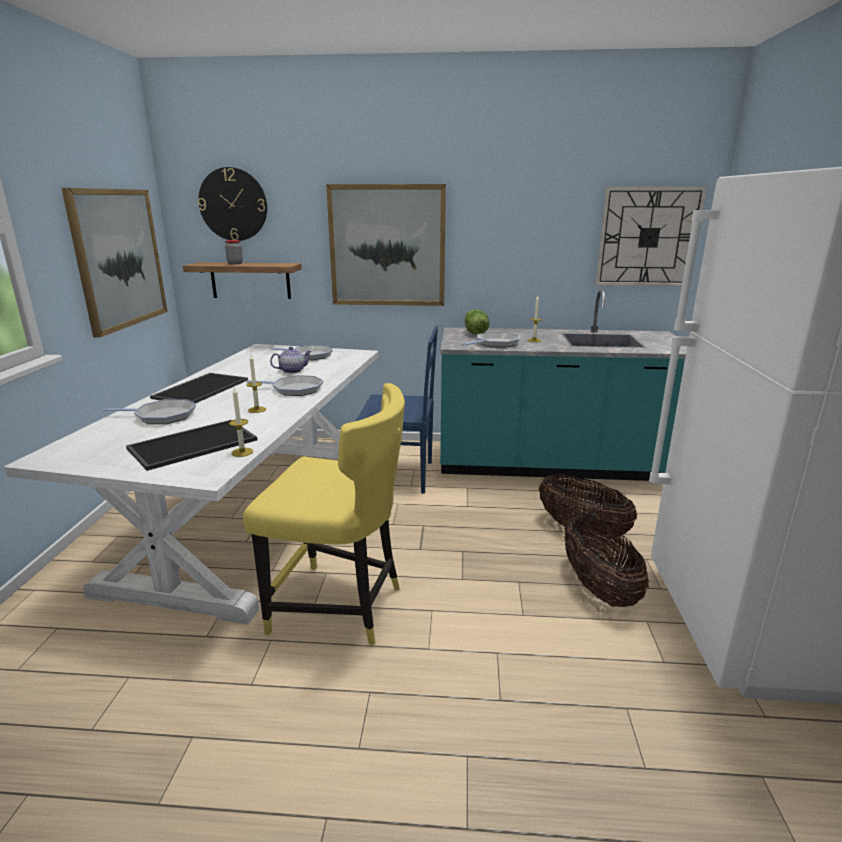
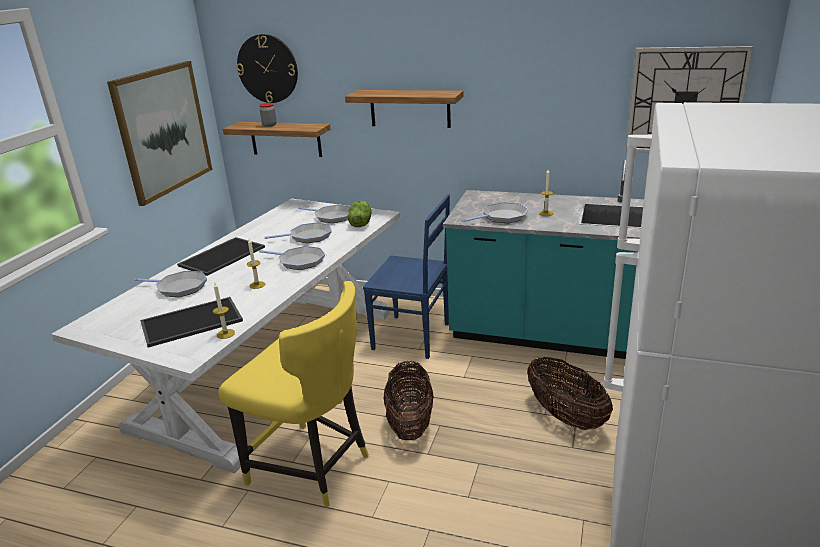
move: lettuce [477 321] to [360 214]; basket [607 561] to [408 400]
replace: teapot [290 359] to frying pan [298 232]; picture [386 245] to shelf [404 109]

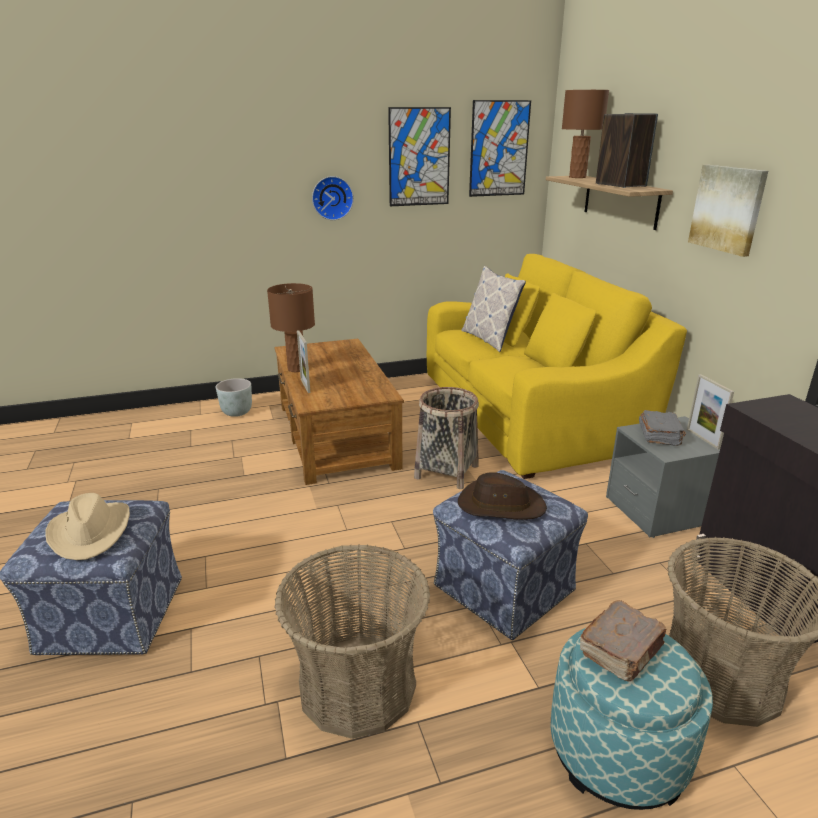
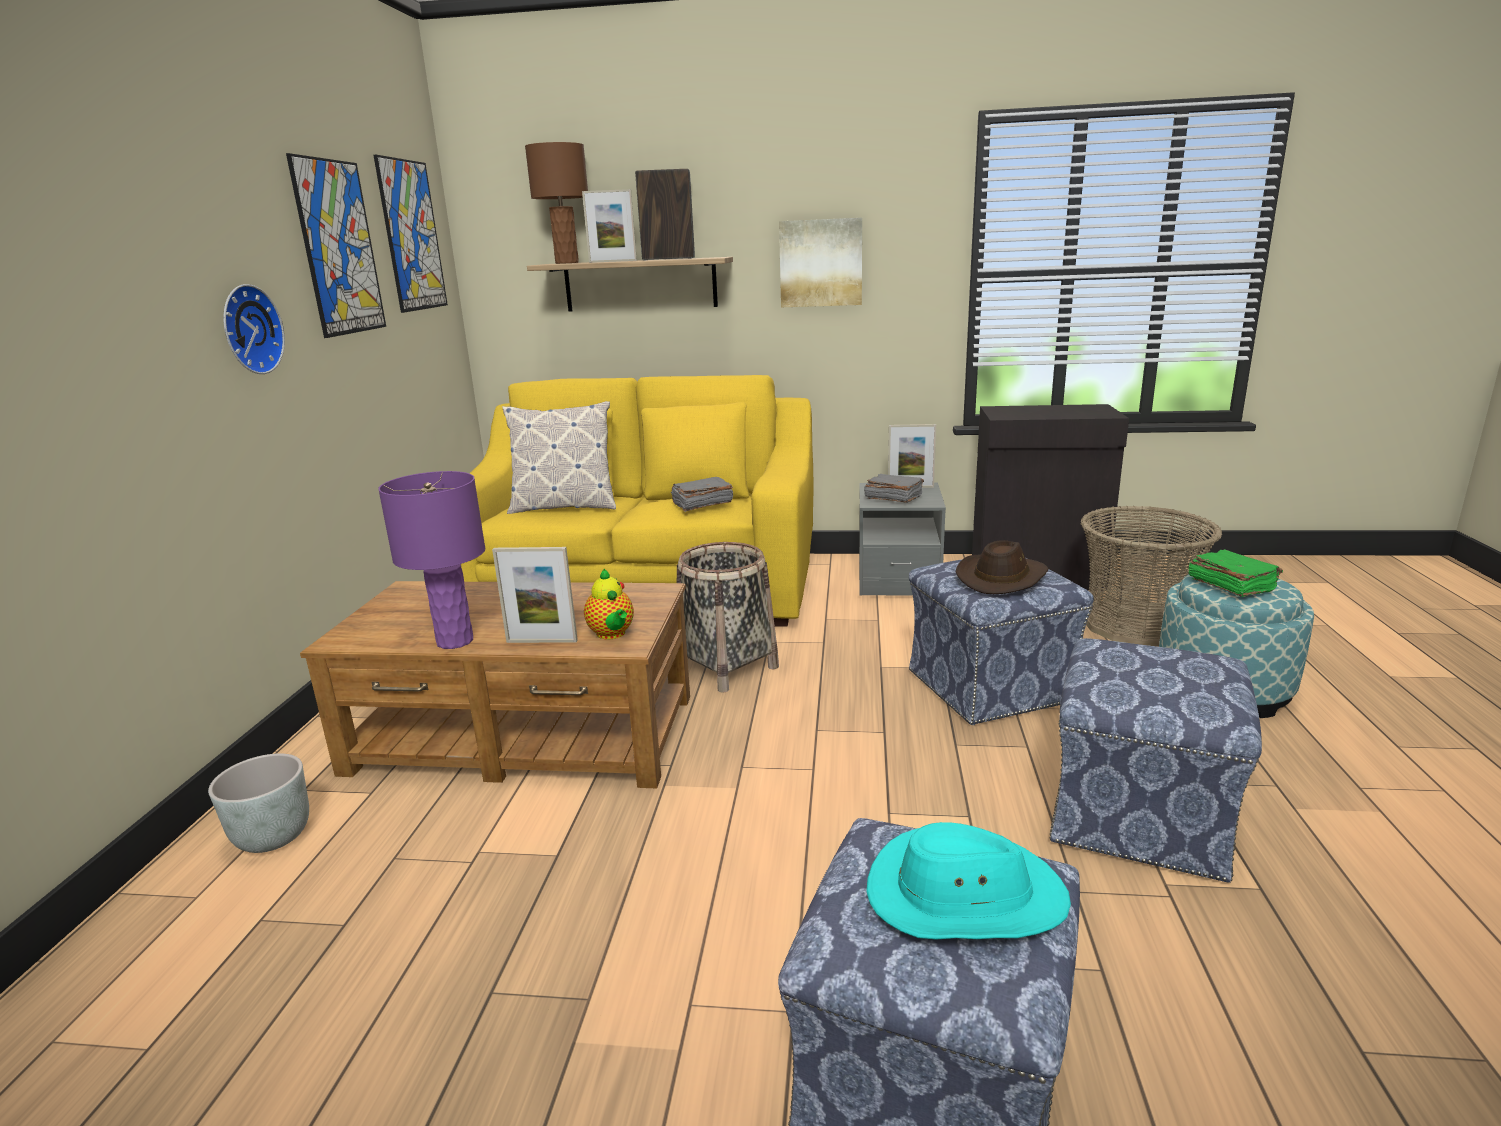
insert: picture frame [609 226]; teapot [609 603]; grey book [702 494]
replace: basket [352 641] to ottoman [1155 760]
recolor: brown table lamp [291 328] to purple table lamp [431 560]; beige hat [87 526] to turquoise hat [968 880]; brown book [623 641] to green book [1235 573]

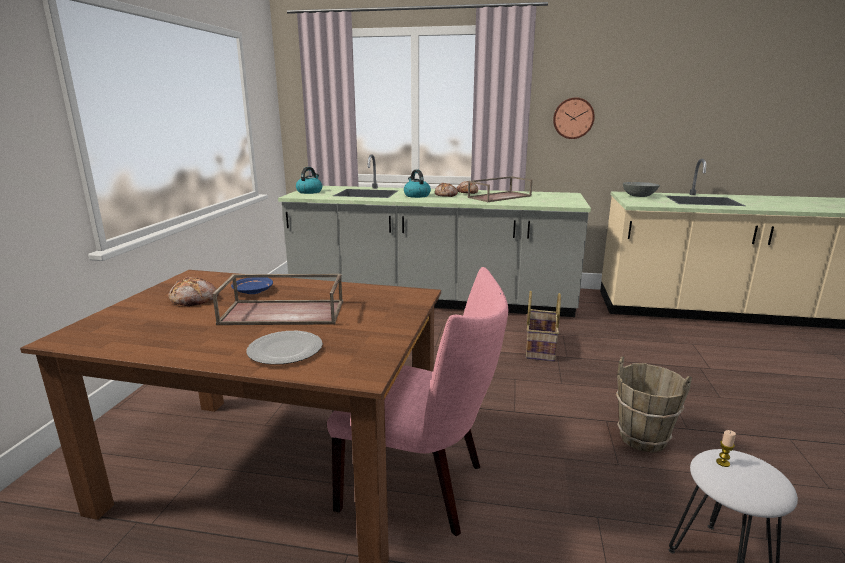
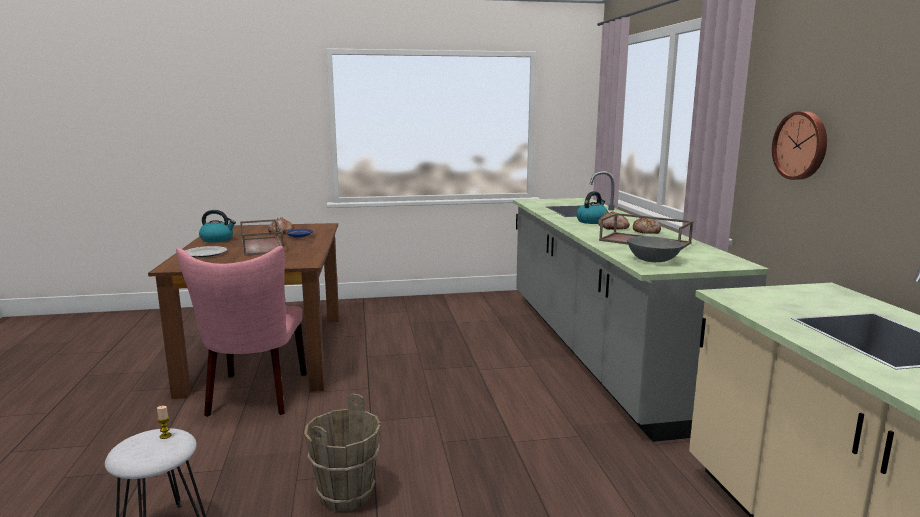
delete: basket [543 326]
move: kettle [309 180] to [217 226]; grey bowl [641 189] to [655 249]

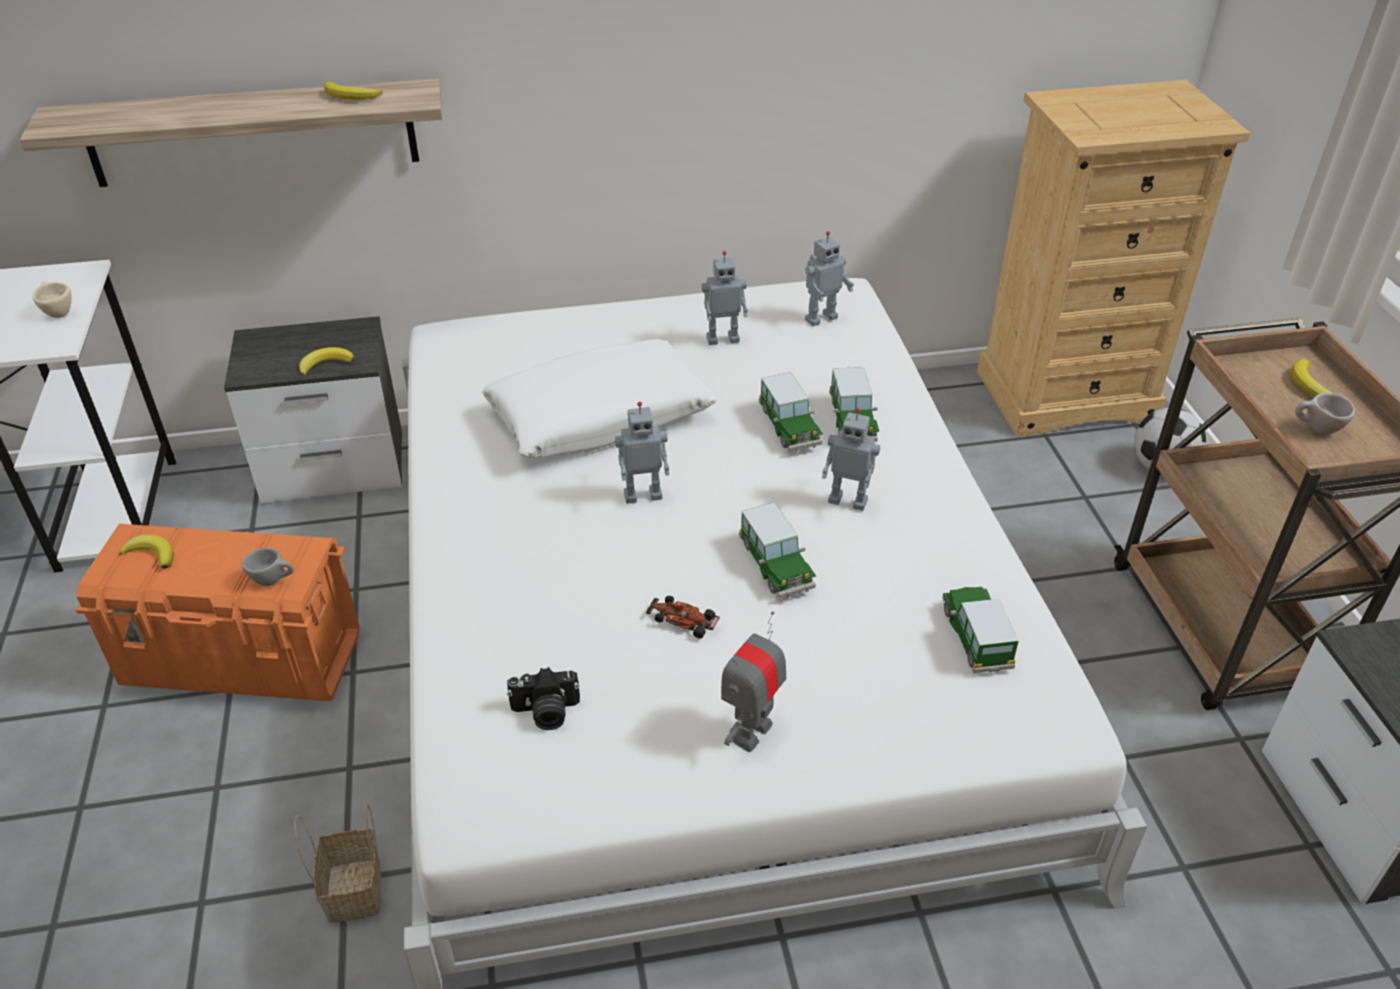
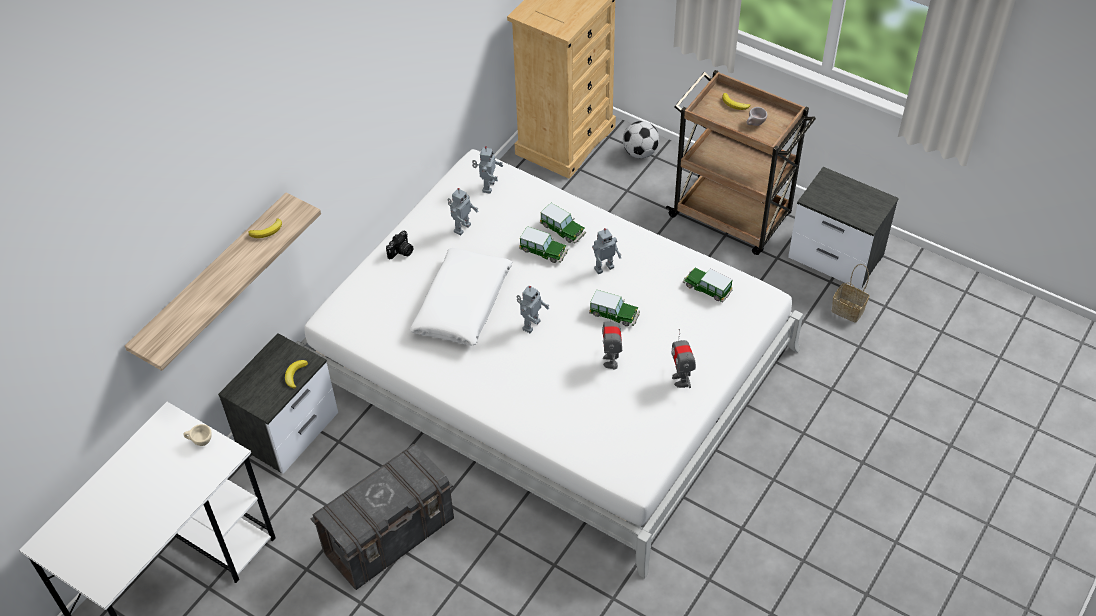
delete: banana [147 551]; grey cup [268 567]
move: photo camera [543 698] to [399 245]; basket [337 863] to [851 293]
replace: toy car [683 617] to toy robot [612 340]
recolor: orange storage box [217 612] to grey storage box [382 517]

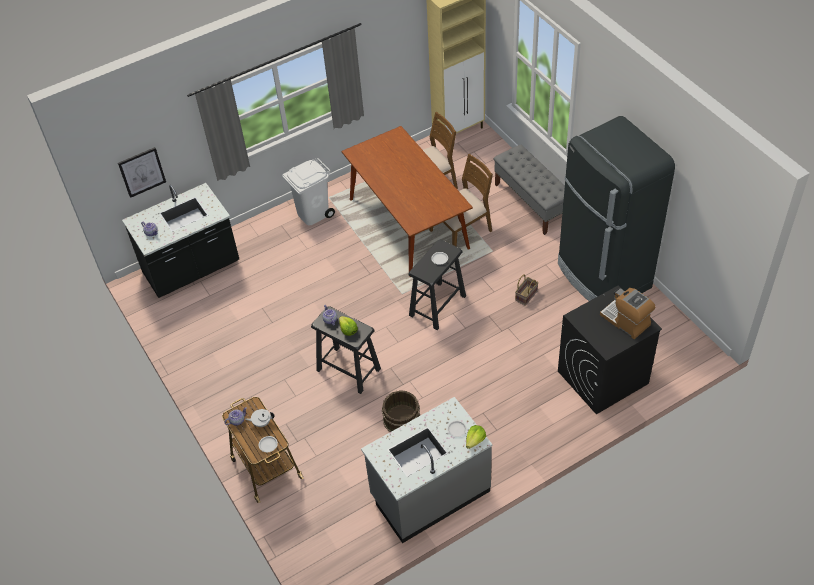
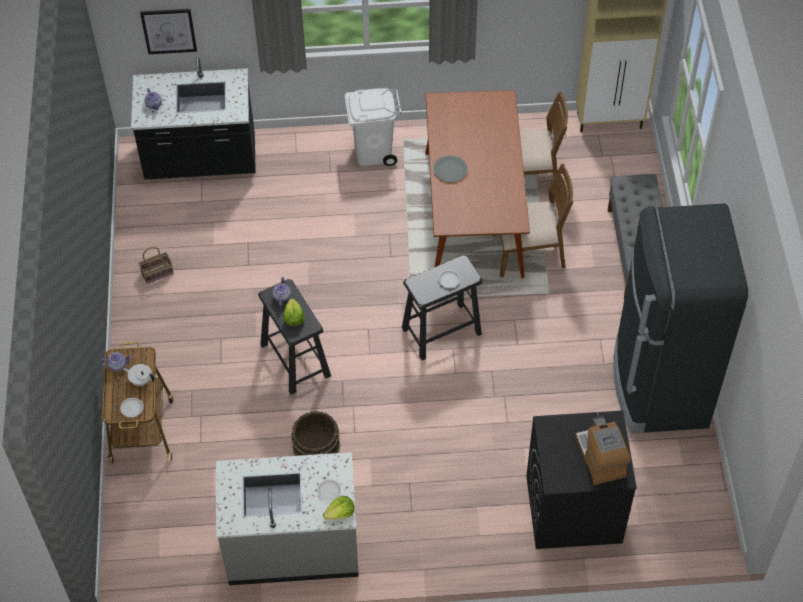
insert: grey plate [450 168]
move: basket [526 290] to [156 265]

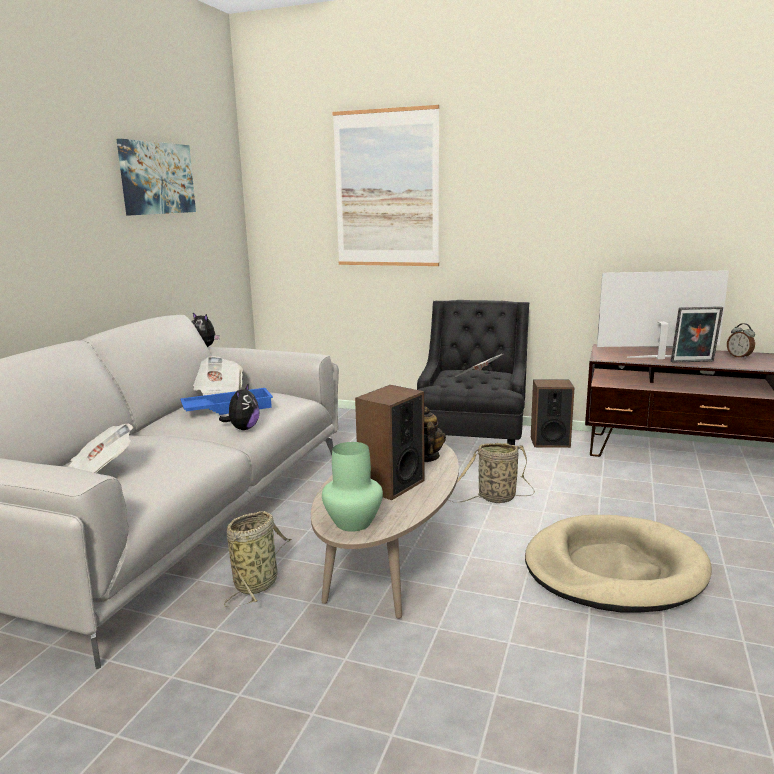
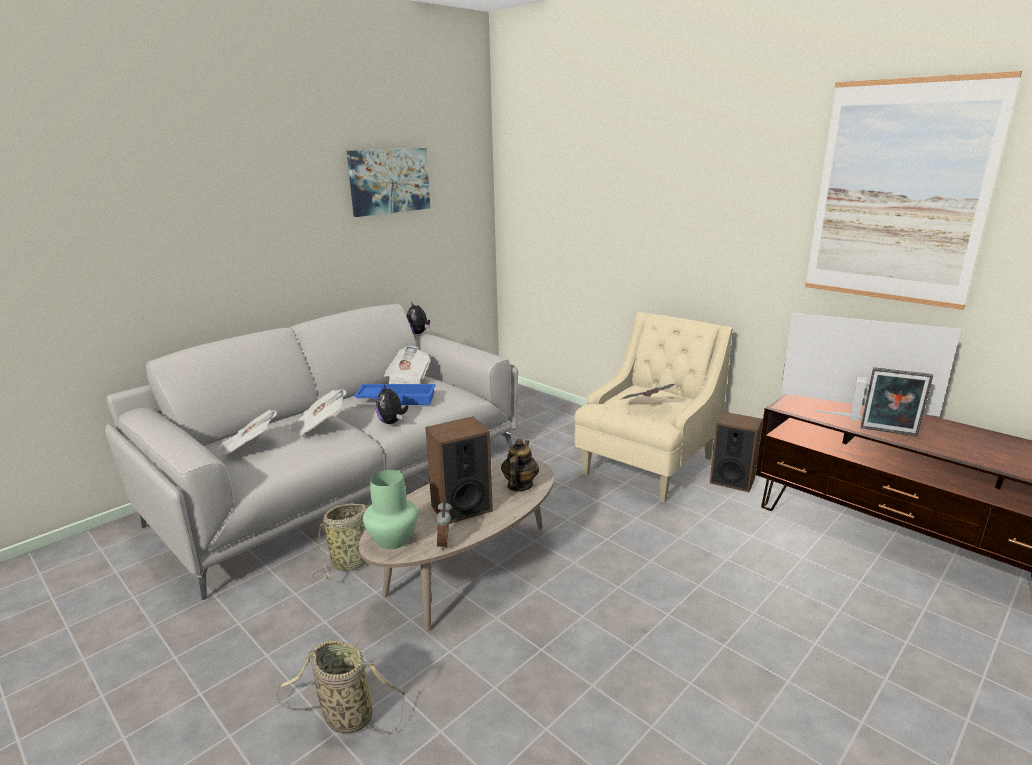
delete: beige dog bed [618 563]
insert: newspaper [317 412]
move: basket [492 473] to [340 688]; alarm clock [741 341] to [444 525]; picture [385 185] to [913 190]
recolor: black armchair [473 374] to beige armchair [653 407]
rotate: plush toy [239 406] = [392 404] 120 degrees clockwise

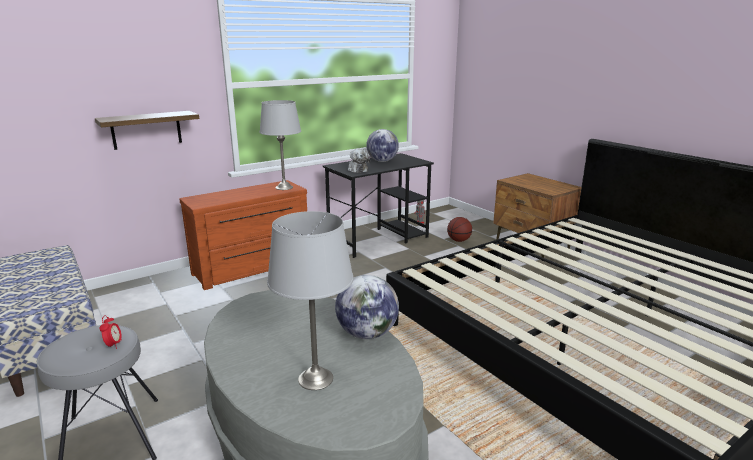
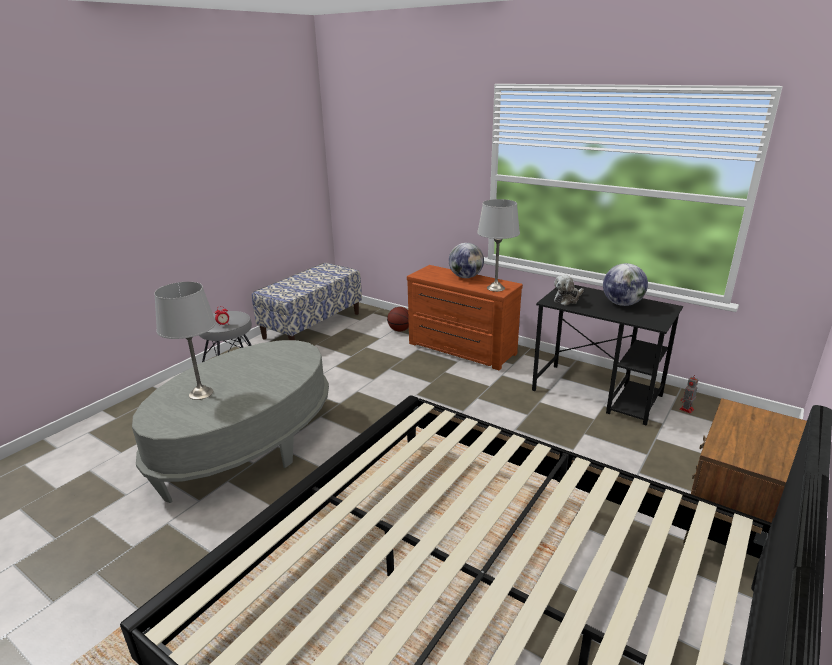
delete: shelf [147 130]
move: basketball [459 229] to [398 319]; globe [367 307] to [466 260]

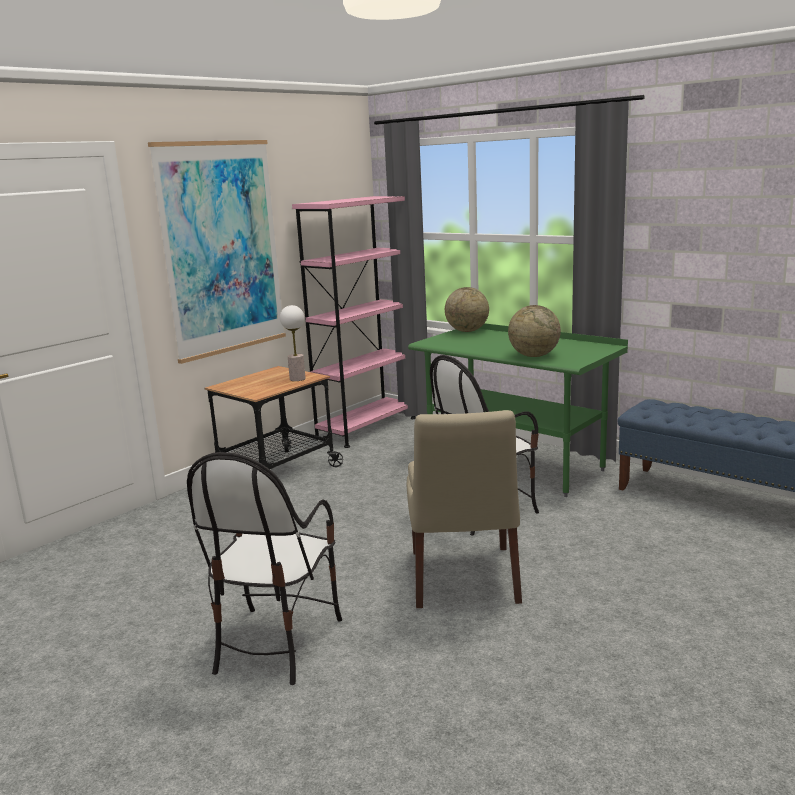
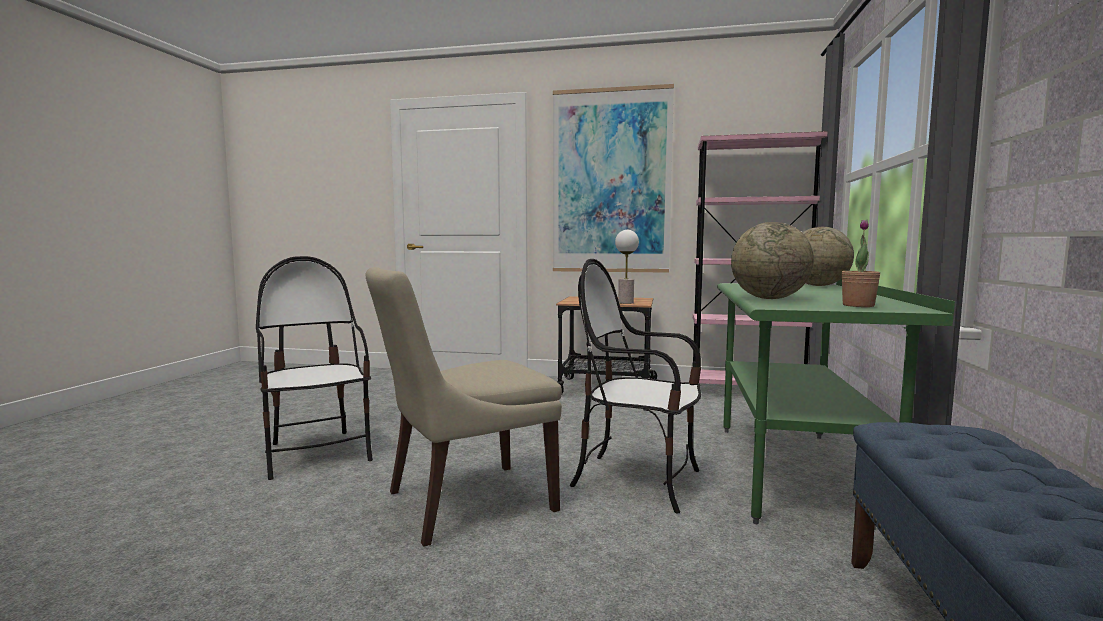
insert: potted plant [861 263]
rotate: chair [264 568] = [314 368] 75 degrees clockwise

